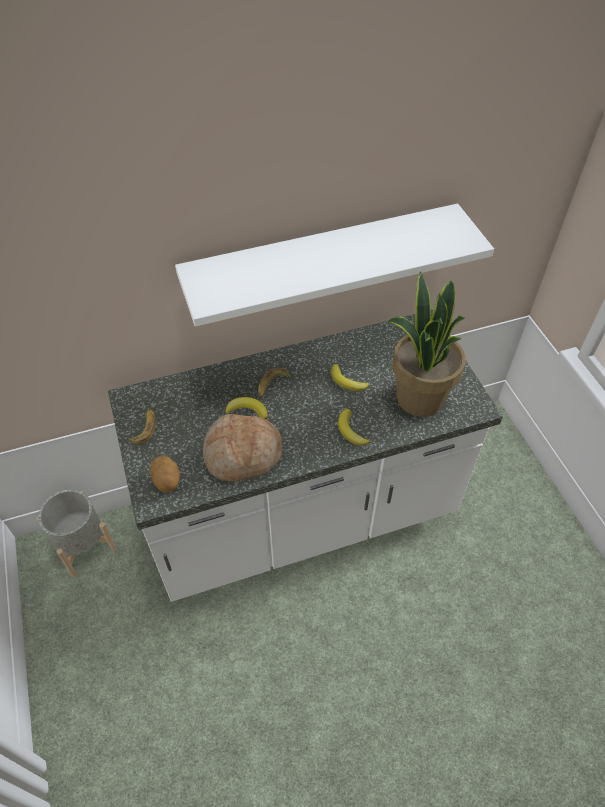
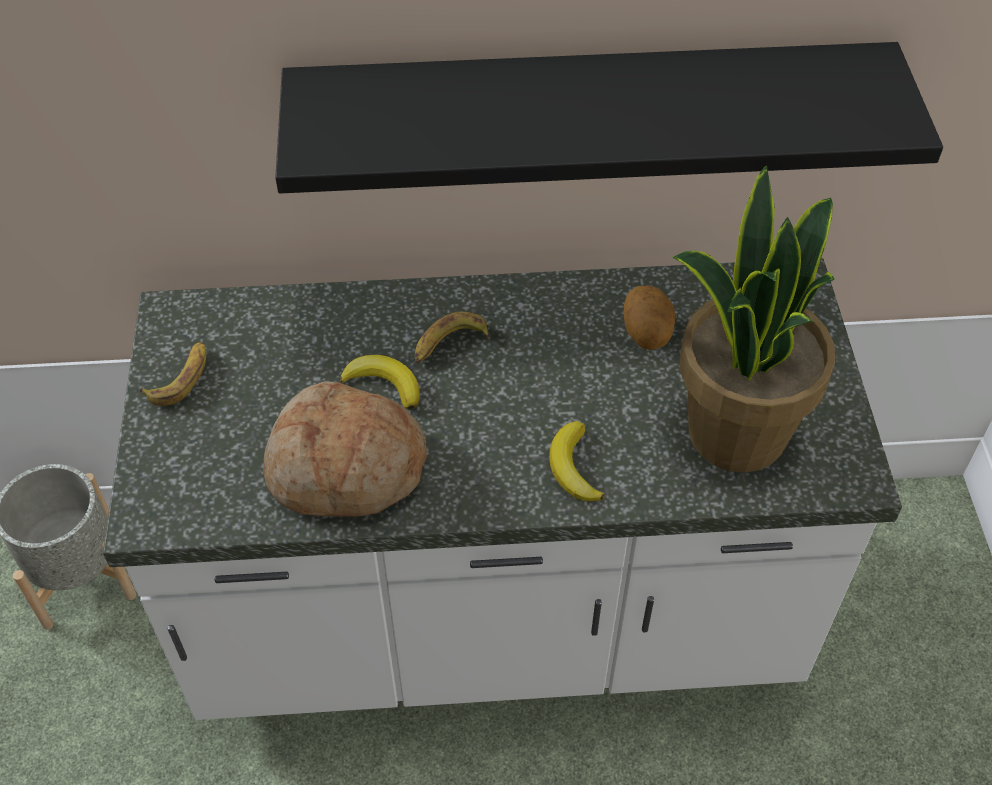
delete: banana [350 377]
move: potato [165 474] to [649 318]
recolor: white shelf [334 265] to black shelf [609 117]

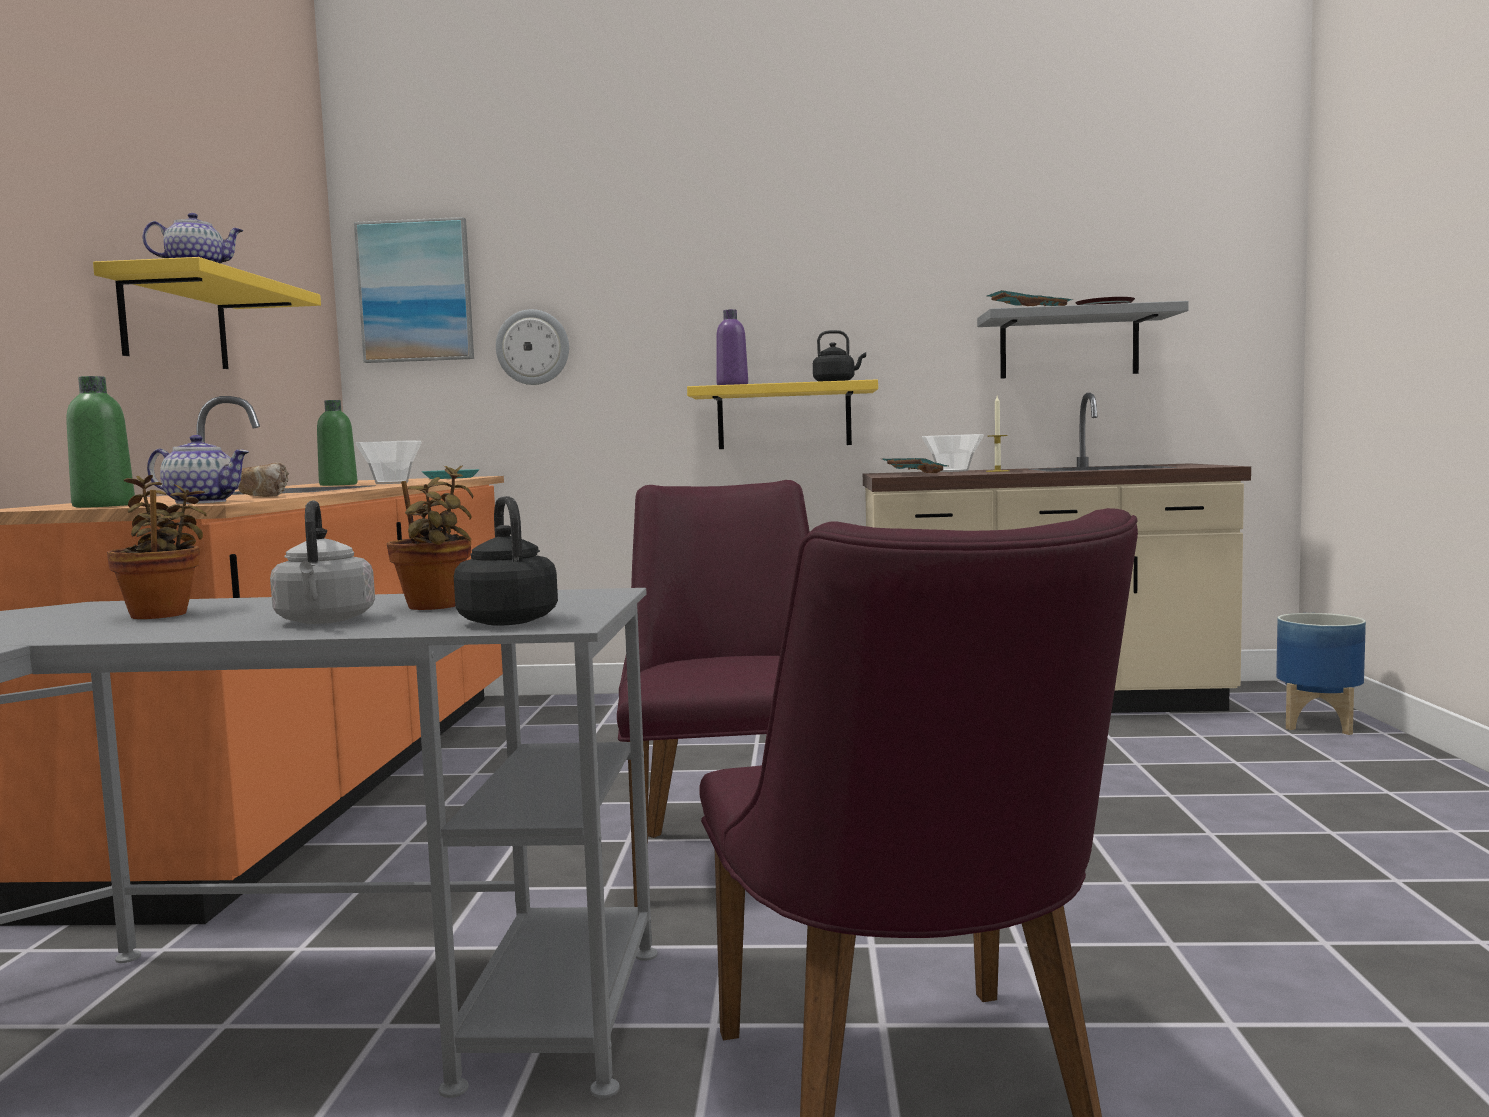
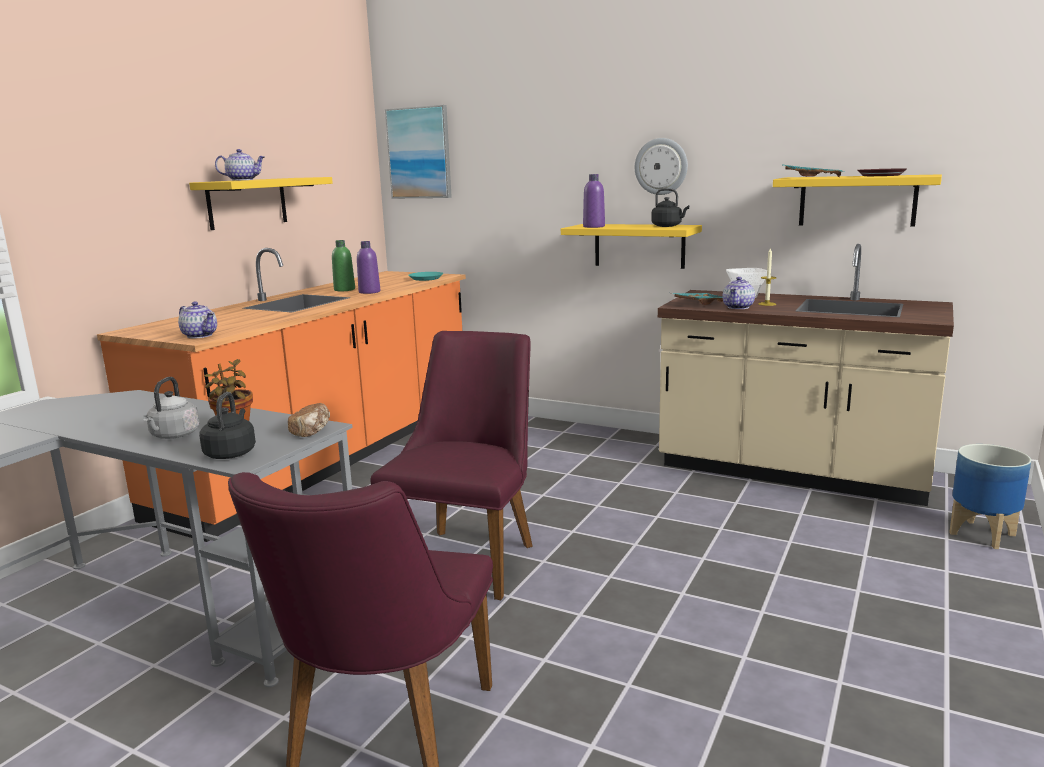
delete: green bottle [100 442]; potted plant [157 547]
insert: teapot [738 293]
move: bread [263 479] to [309 420]; wall clock [532 347] to [661 166]
replace: bowl [388 462] to purple bottle [368 267]
recolor: grey shelf [1083 340] to yellow shelf [857 200]

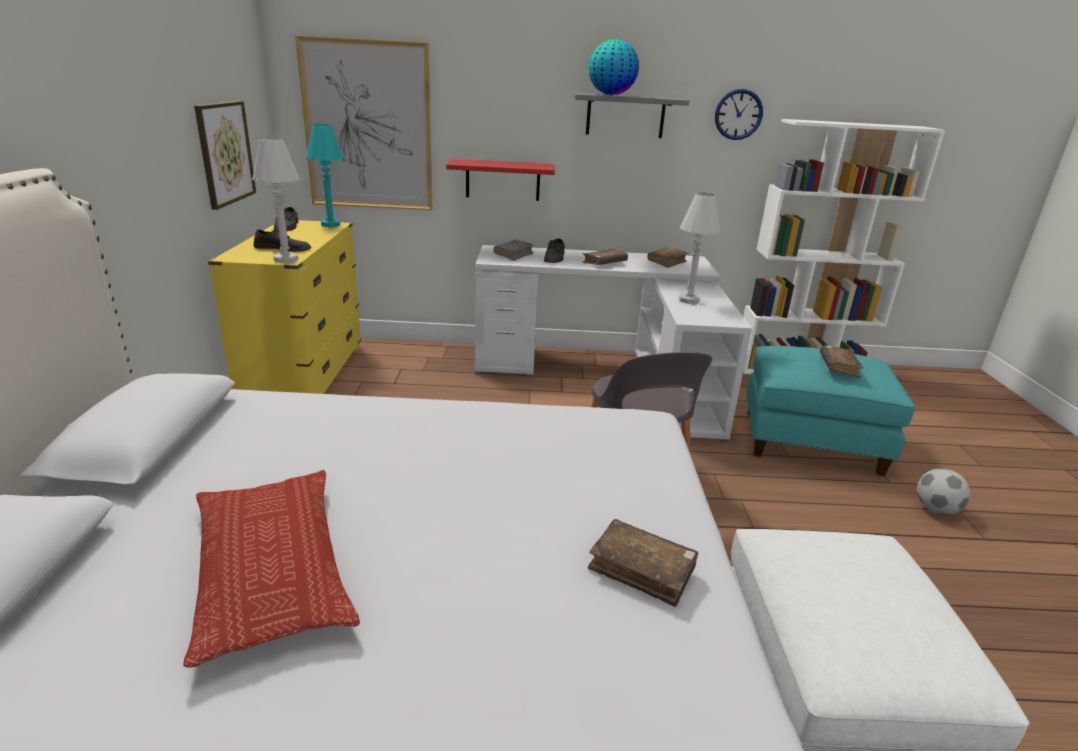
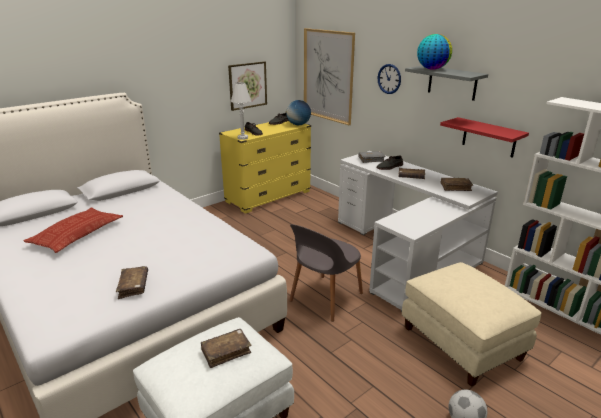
delete: white table lamp [700 248]
move: brown book [842 361] to [226 348]; wall clock [739 114] to [389 79]; red shelf [500 180] to [484 137]
replace: turquoise table lamp [324 175] to globe [298 112]
recolor: turquoise ottoman [830 411] to beige ottoman [472 324]

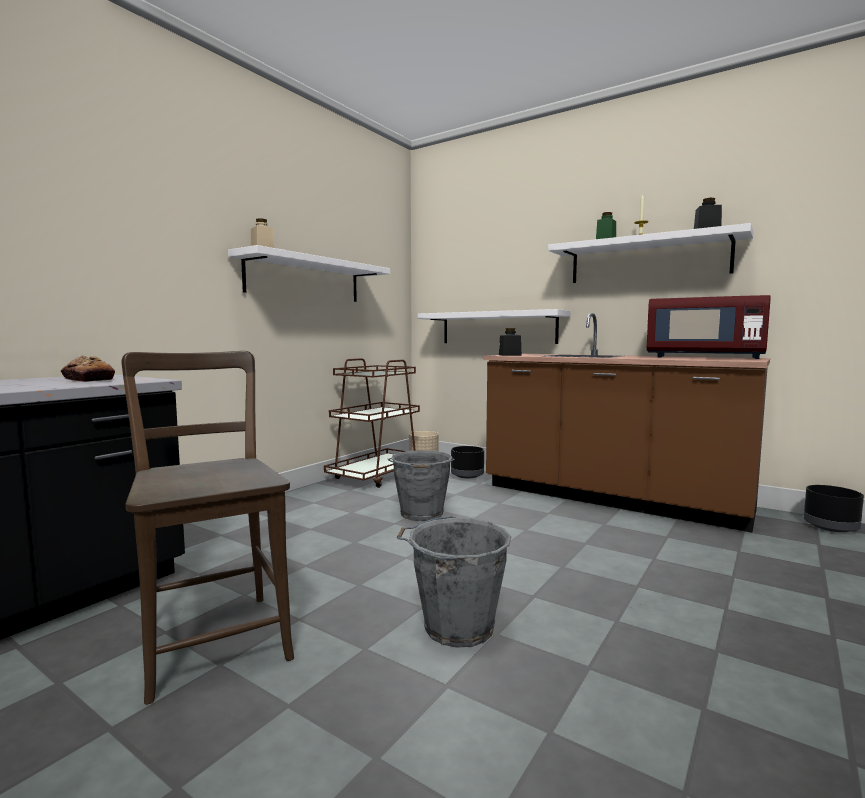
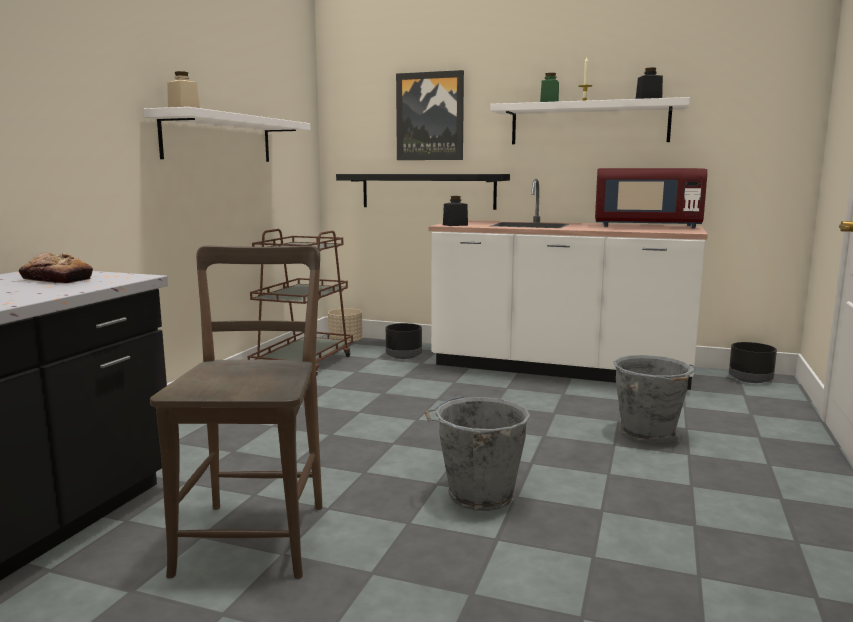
insert: picture [430 115]
move: grey bucket [421 485] to [655 399]
recolor: white shelf [494 326] to black shelf [423 192]; brown counter [627 423] to white counter [568 284]
rotate: brown chair [208 528] = [236 412] 45 degrees clockwise

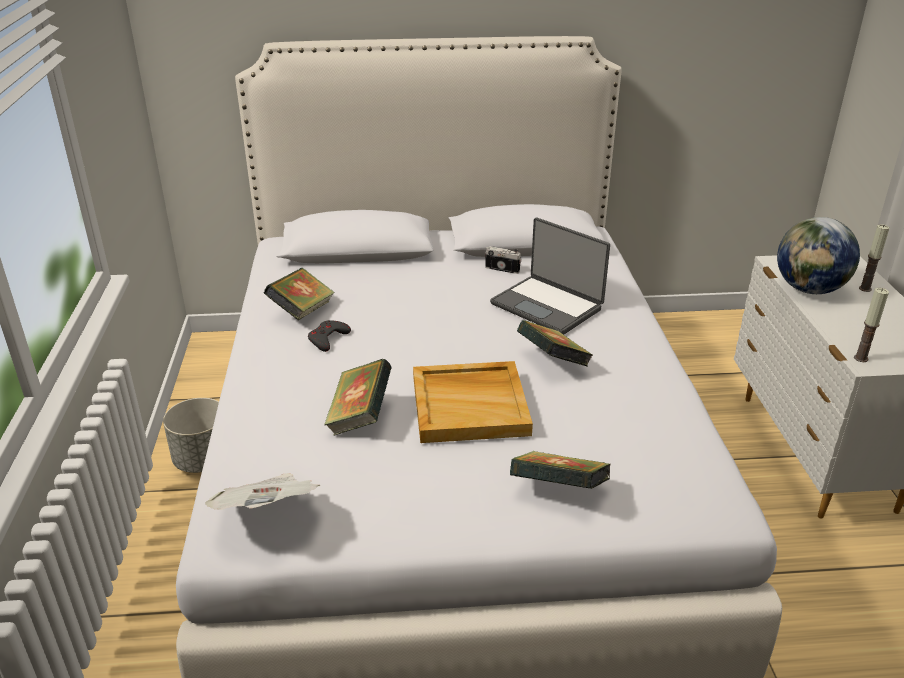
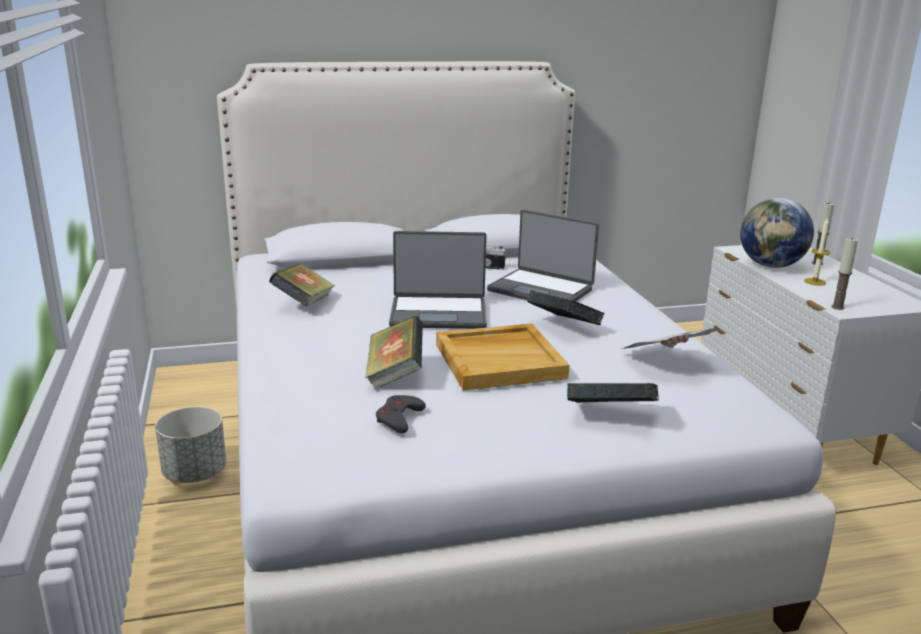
insert: laptop [438 280]; candle [817 251]
move: grey game controller [329 336] to [401 414]; newspaper [263 491] to [671 338]

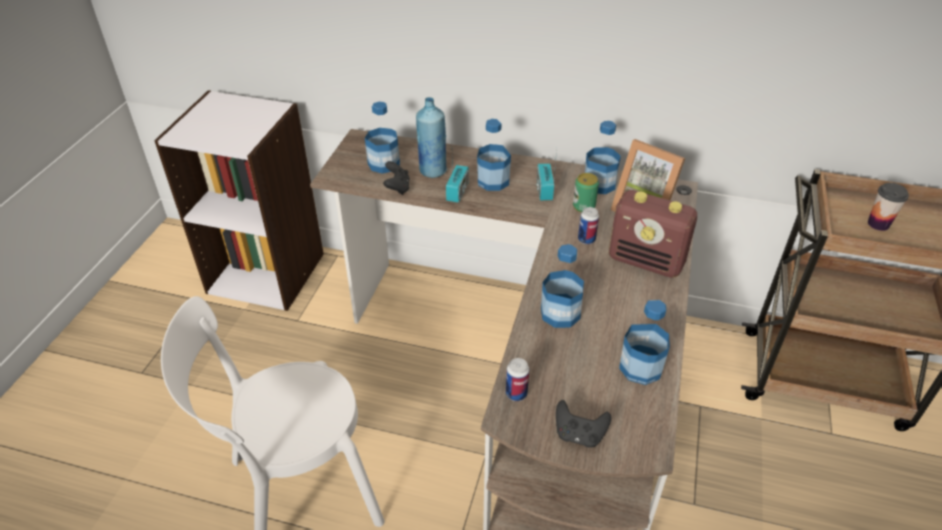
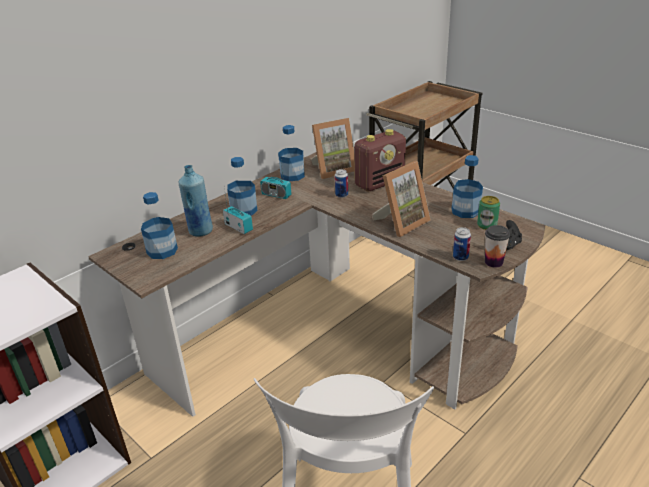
delete: black game controller [396 178]
move: can [586 192] to [488 213]; cup [888 207] to [497 246]
replace: bottle [562 286] to picture frame [401 199]

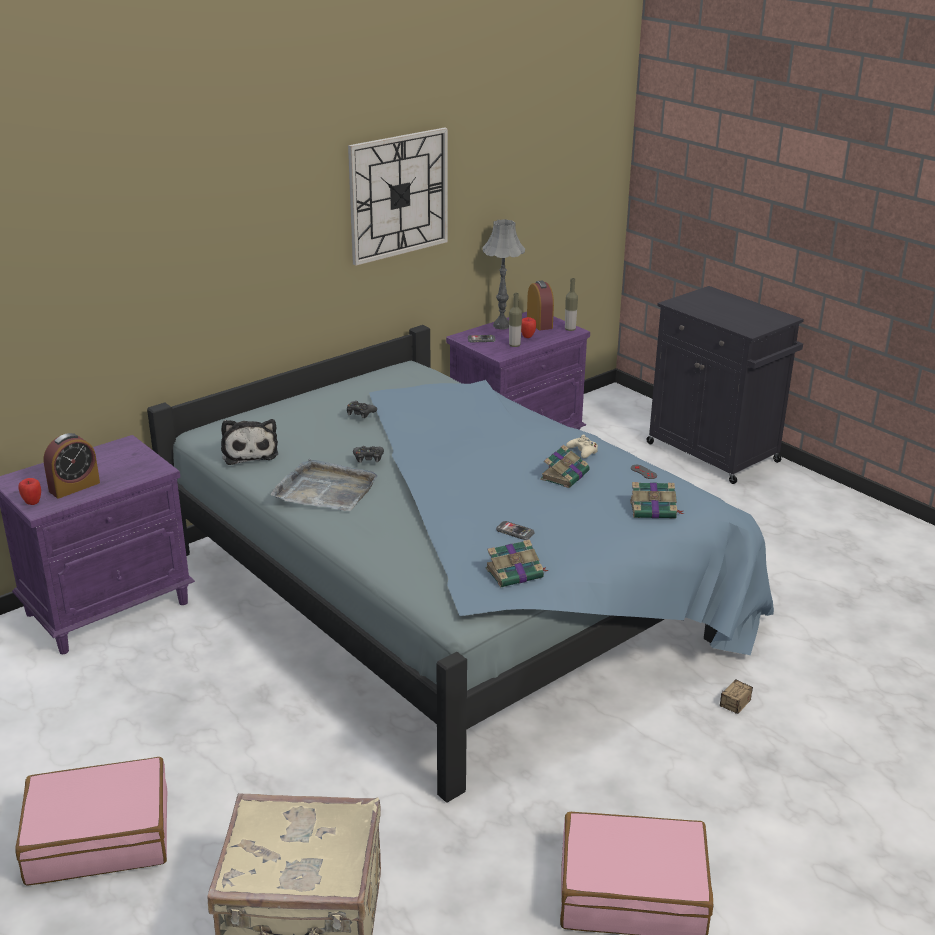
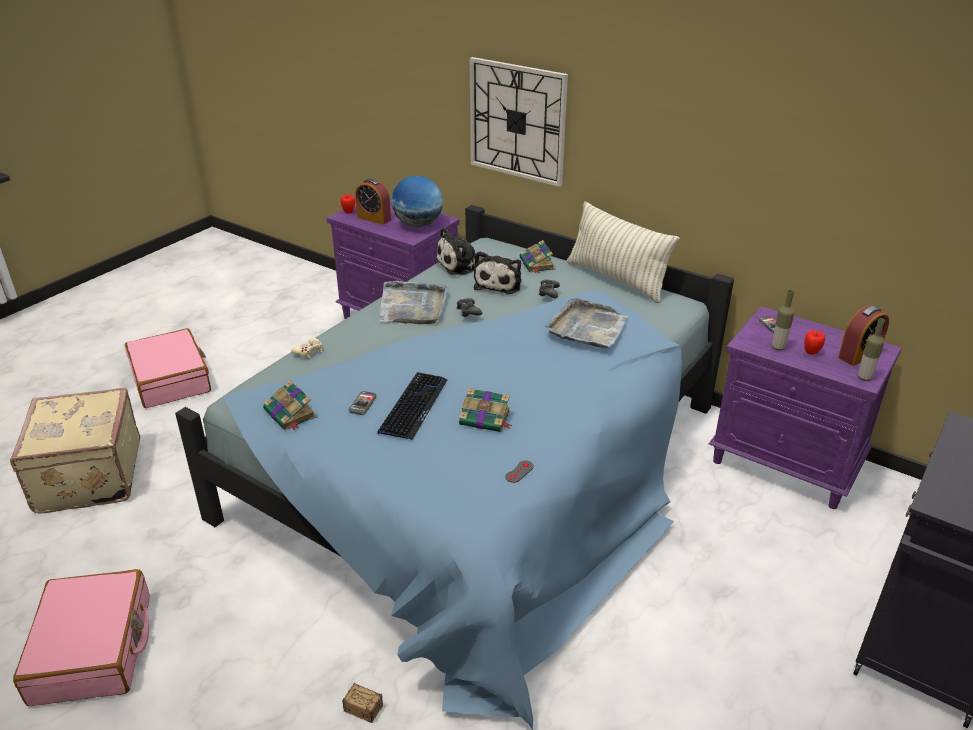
delete: grey table lamp [503 274]
insert: keyboard [412 406]; globe [417 201]; plush toy [498 272]; grey tray [587 323]; pillow [623 252]
move: beige game controller [582 446] to [307 348]; wall clock [398 196] to [519 122]; book [657 500] to [537 256]

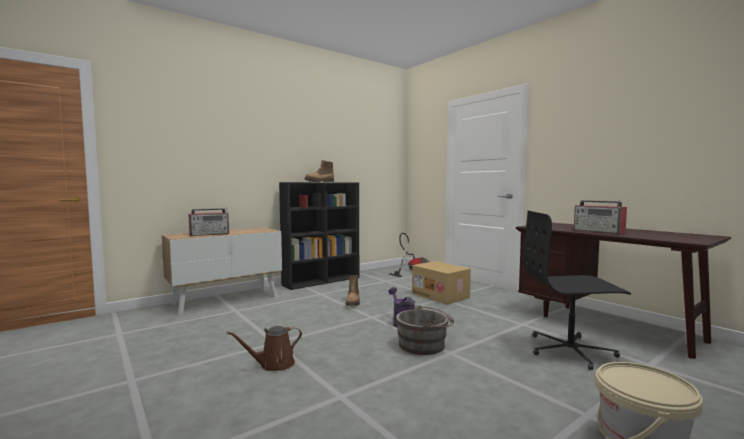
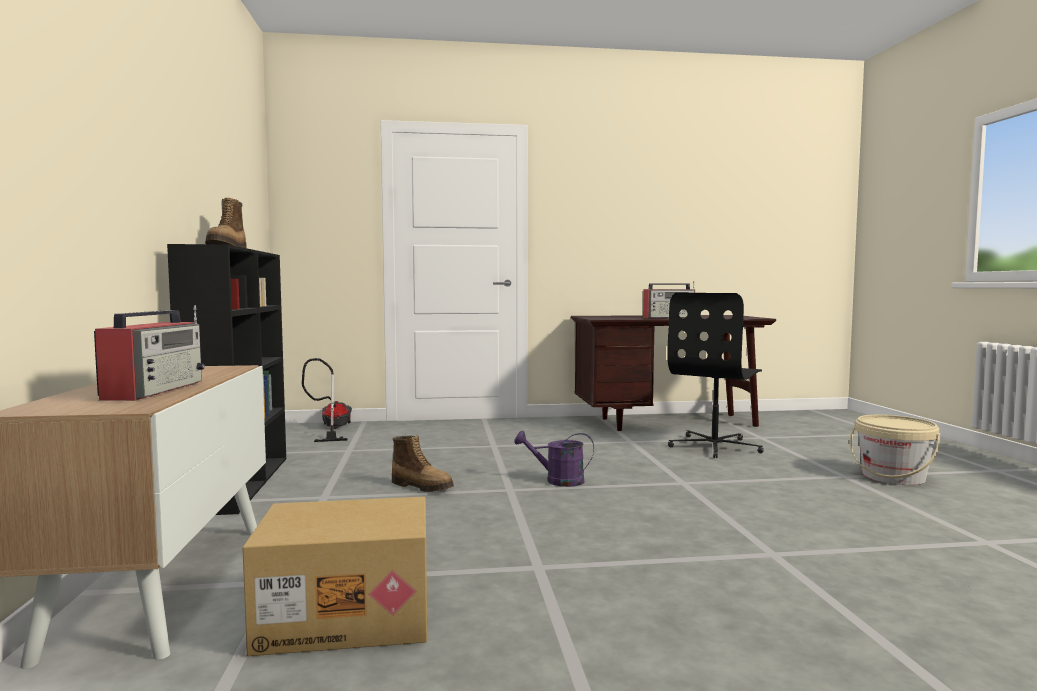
delete: brown watering can [264 348]; grey bucket [425 330]
move: cardboard box [441 283] to [335 576]

